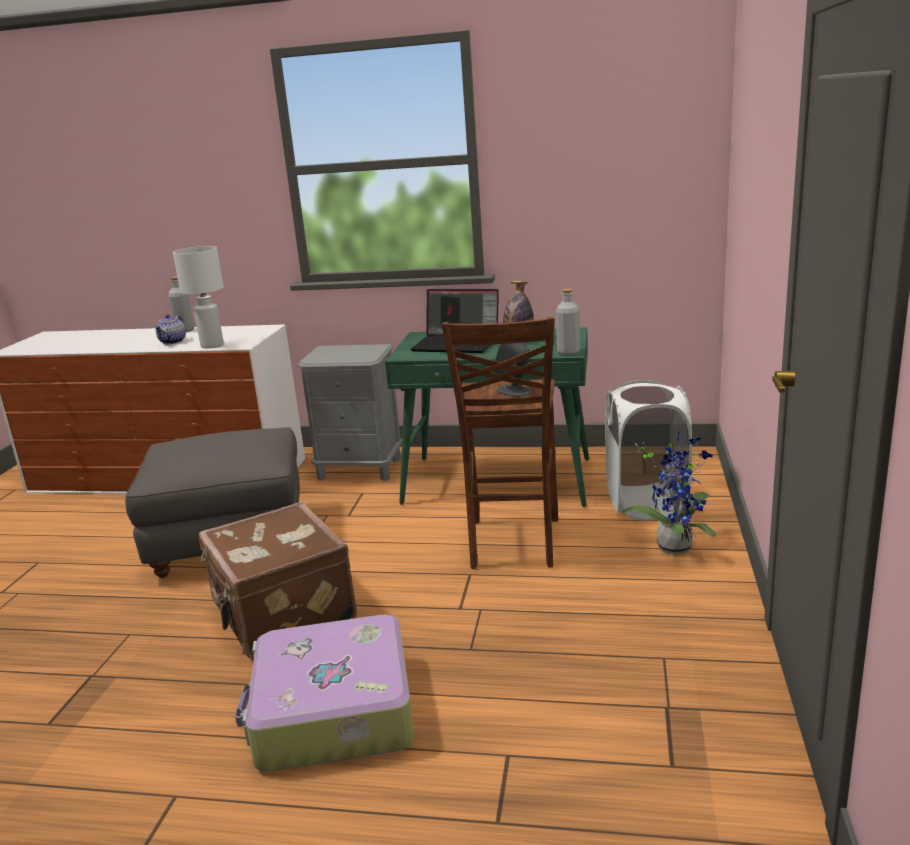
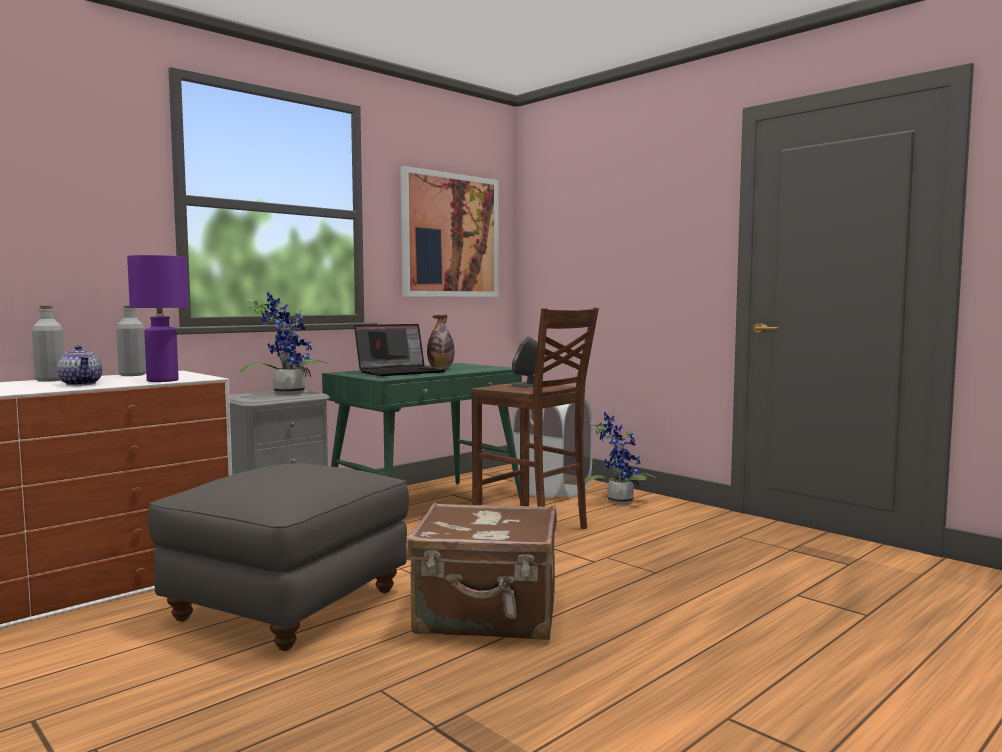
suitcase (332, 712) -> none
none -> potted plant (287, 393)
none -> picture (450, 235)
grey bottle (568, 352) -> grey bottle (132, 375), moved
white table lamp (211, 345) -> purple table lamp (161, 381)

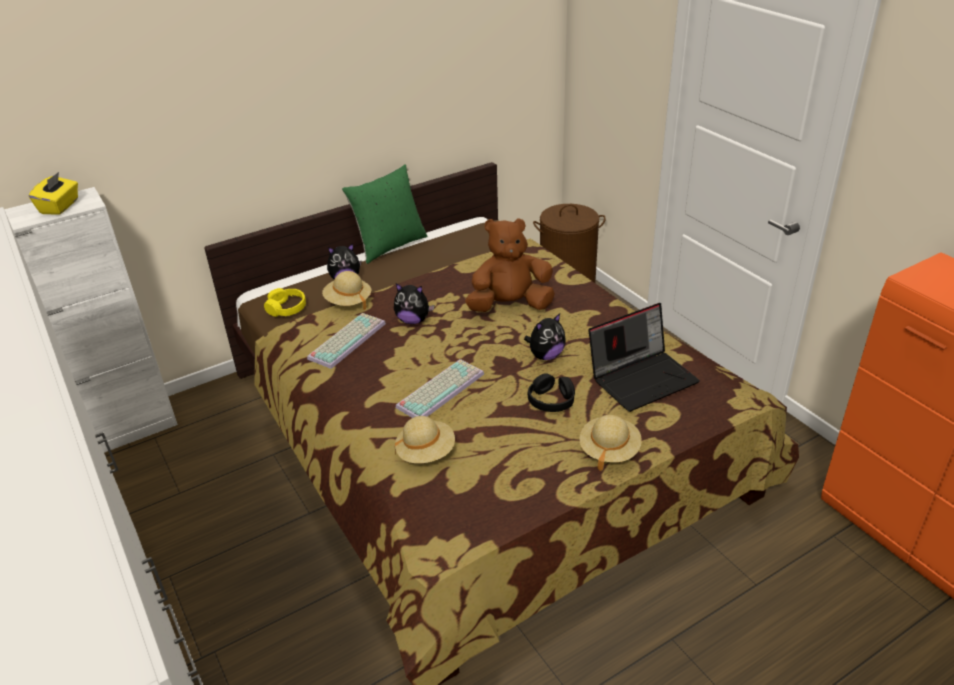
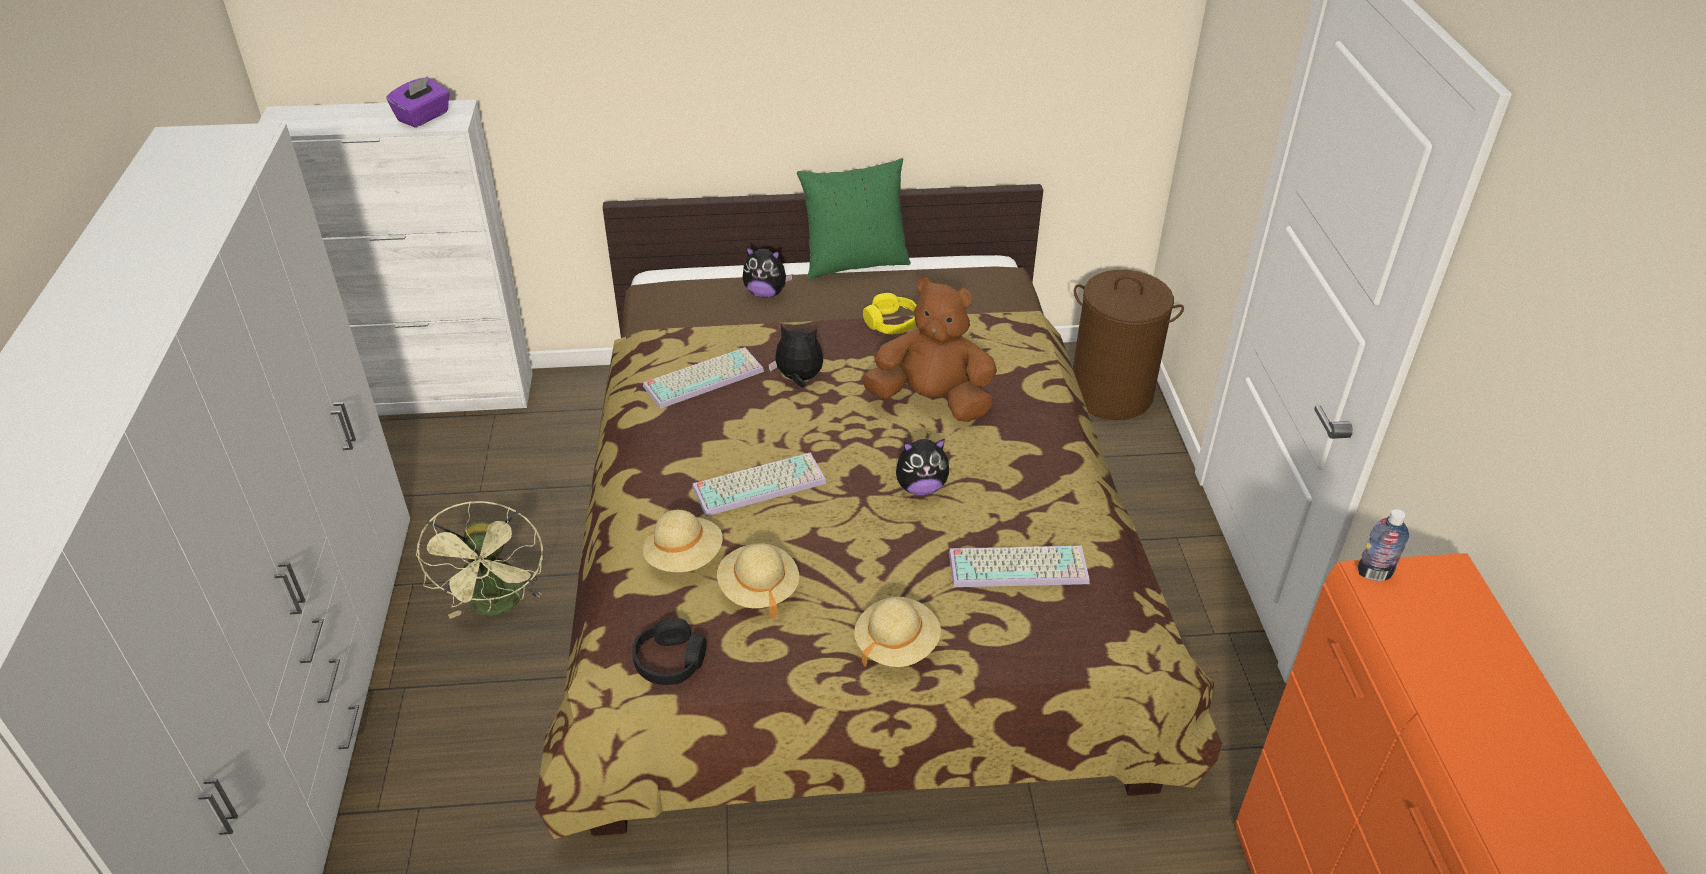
none -> green fan (498, 606)
none -> bottle (1374, 573)
yellow headphones (286, 308) -> yellow headphones (891, 322), moved
beige hat (348, 301) -> beige hat (758, 589), moved
black headphones (551, 400) -> black headphones (670, 661), moved
laptop (642, 377) -> keyboard (1019, 566)
yellow tissue box (60, 207) -> purple tissue box (423, 117)
plush toy (413, 320) -> plush toy (798, 379), 150 degrees clockwise

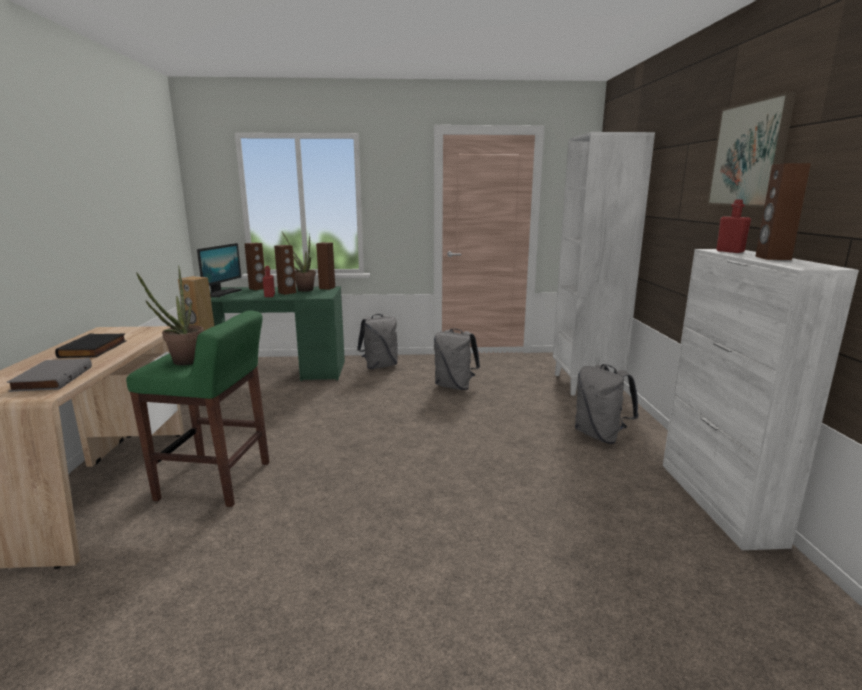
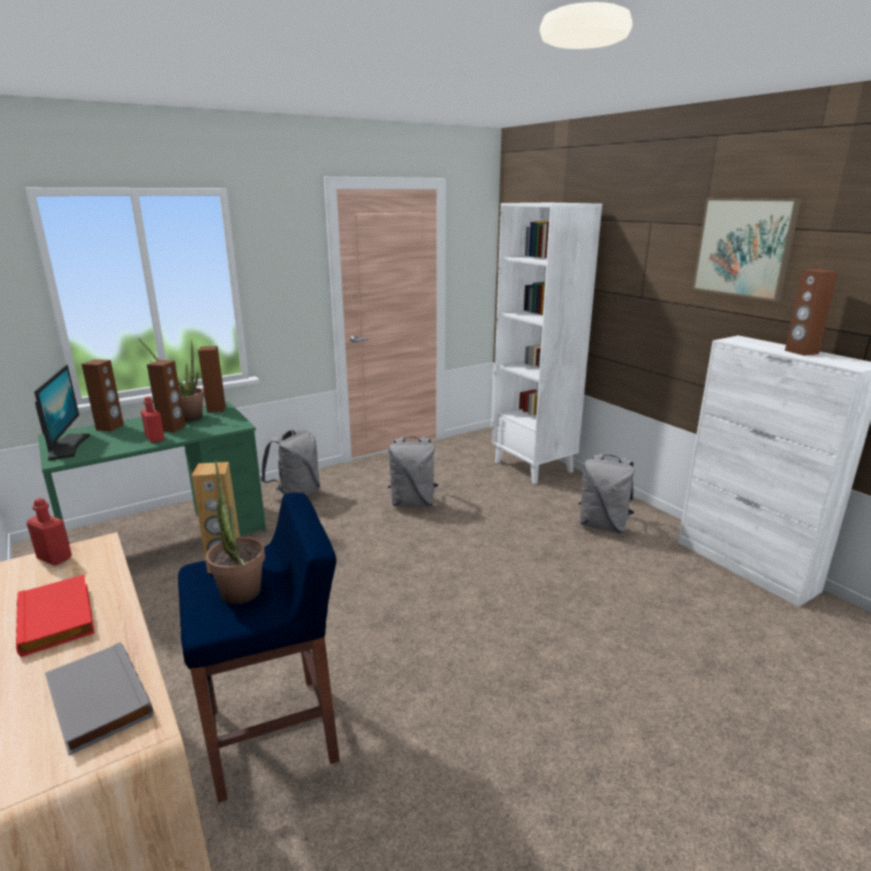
red bottle (730, 251) -> red bottle (54, 558), moved
black book (94, 349) -> red book (59, 618)
green stool (216, 481) -> blue stool (274, 734)

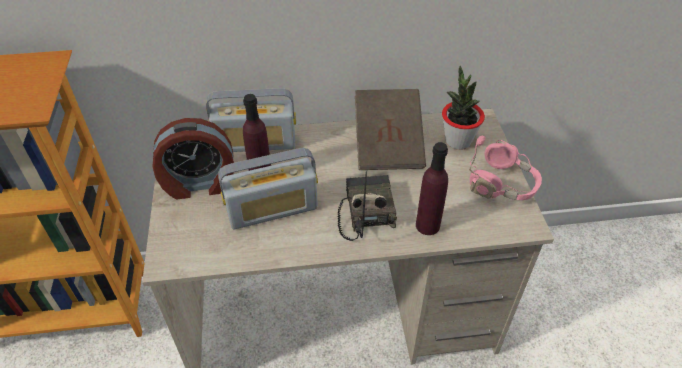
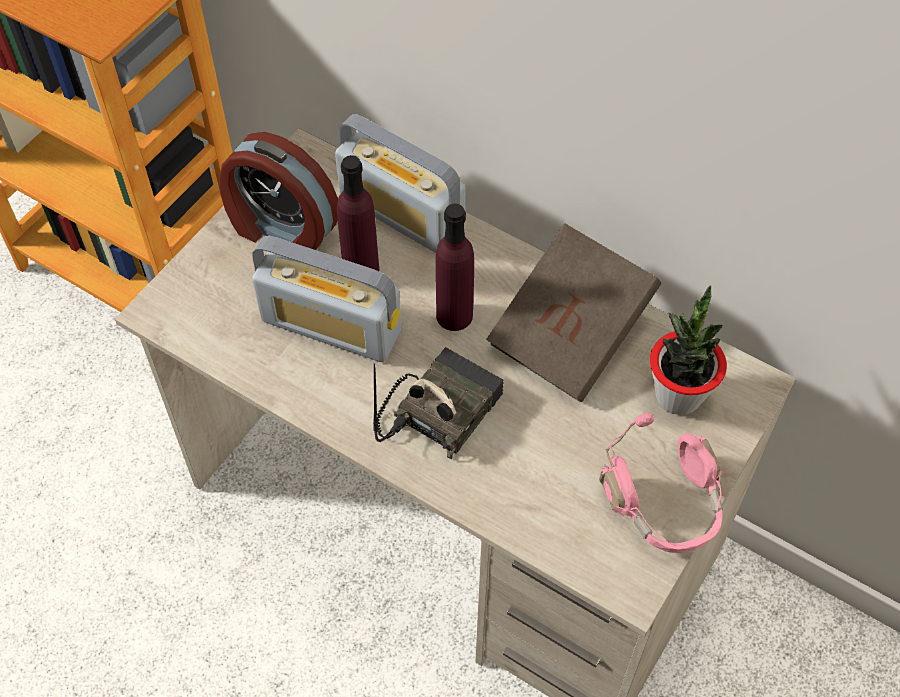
purple bottle (427, 225) -> purple bottle (454, 315), moved

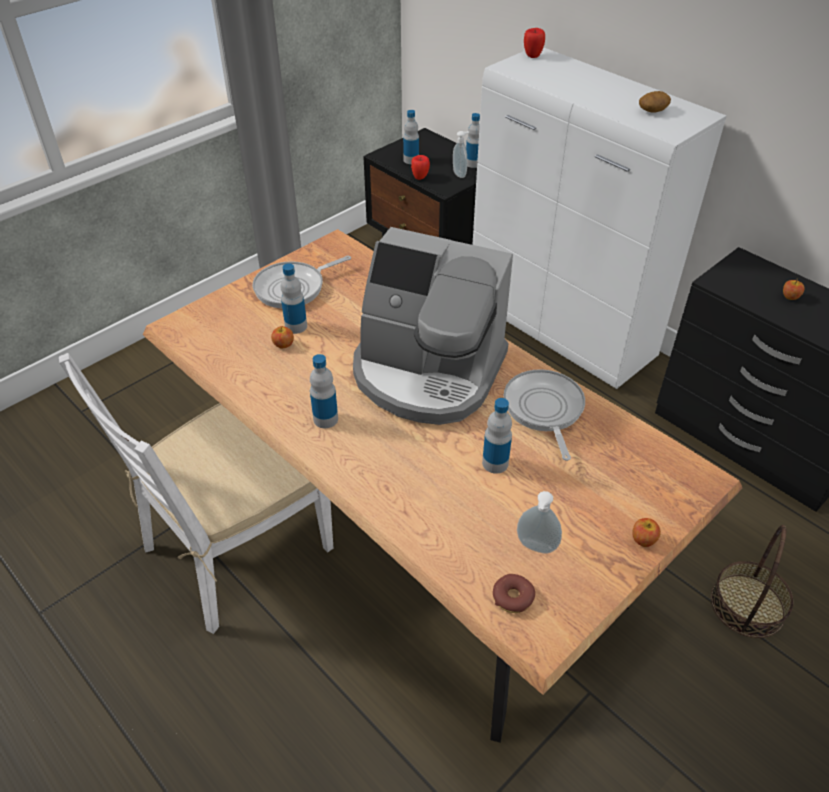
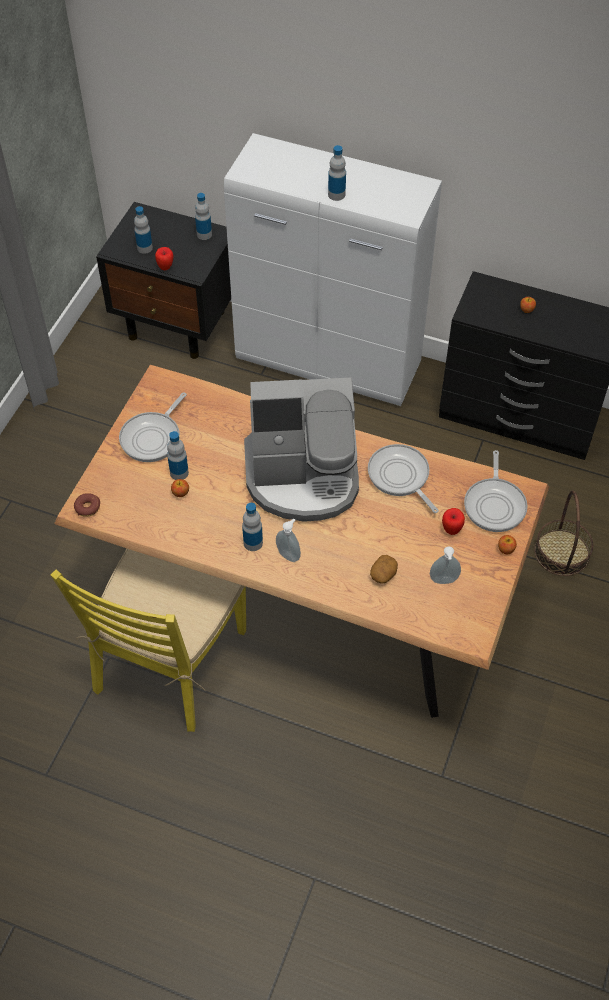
none -> frying pan (495, 504)
soap dispenser (460, 174) -> soap dispenser (289, 554), moved
bottle (495, 463) -> bottle (336, 194), moved
donut (512, 597) -> donut (87, 507), moved
apple (532, 56) -> apple (451, 530), moved
potato (652, 111) -> potato (383, 574), moved
white chair (236, 549) -> yellow chair (170, 662)

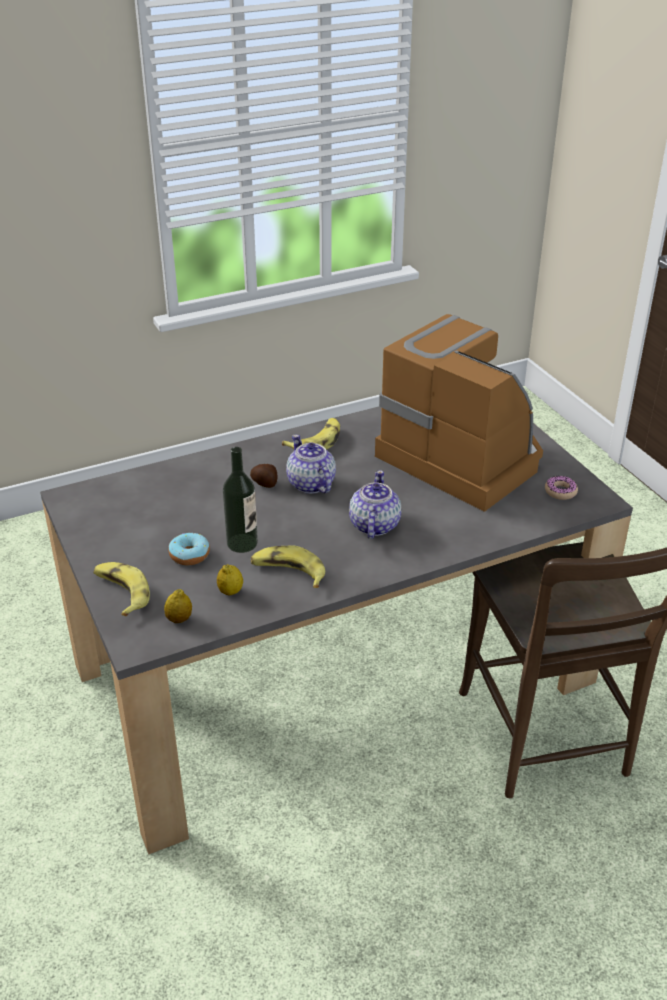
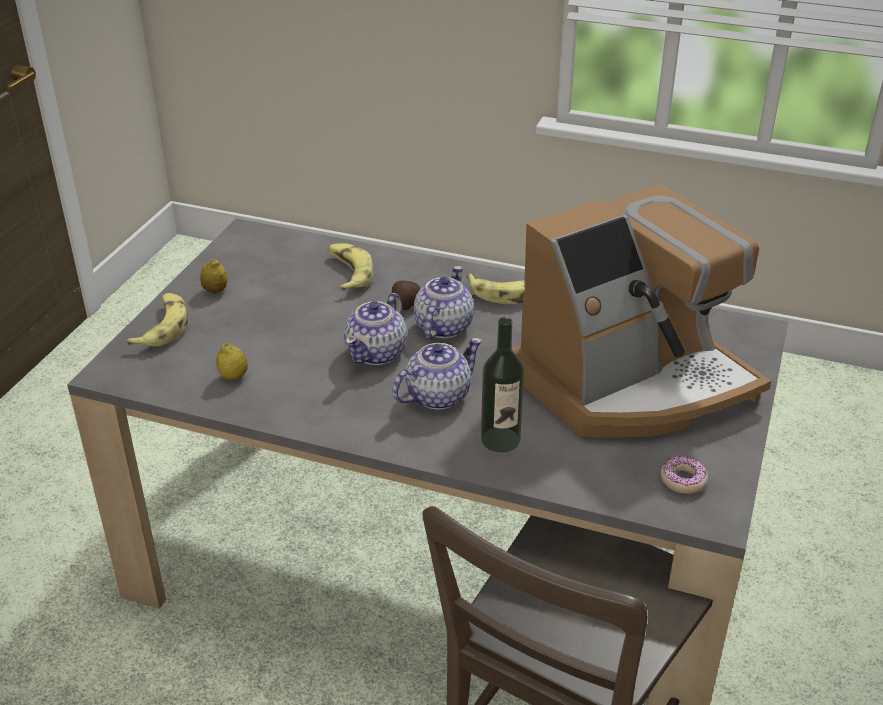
donut (189, 555) -> none
none -> teapot (377, 352)
lemon (179, 619) -> lemon (215, 291), moved
bottle (242, 543) -> bottle (500, 439), moved
banana (288, 572) -> banana (348, 273), moved
coffee machine (462, 456) -> coffee machine (633, 383), 60 degrees clockwise

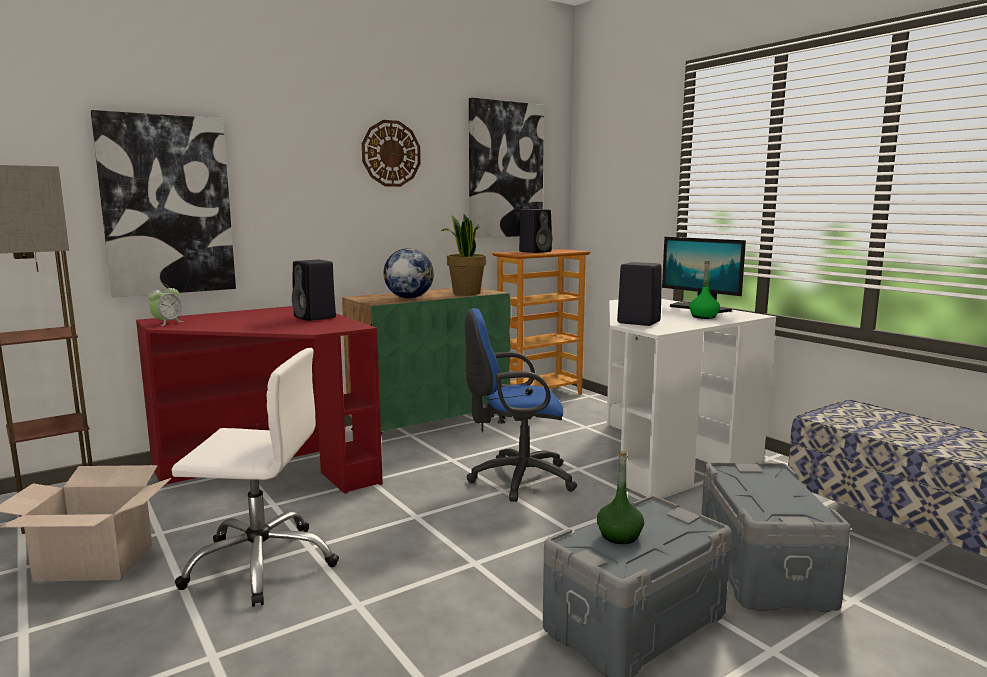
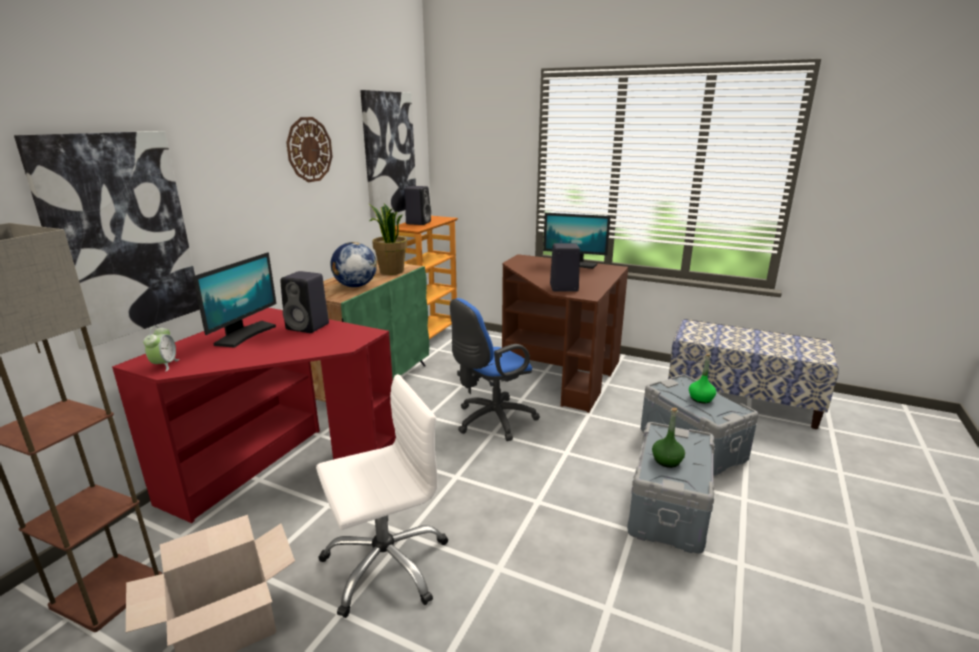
none -> monitor (245, 334)
green bottle (703, 317) -> green bottle (700, 399), moved
white desk (662, 452) -> brown desk (558, 370)

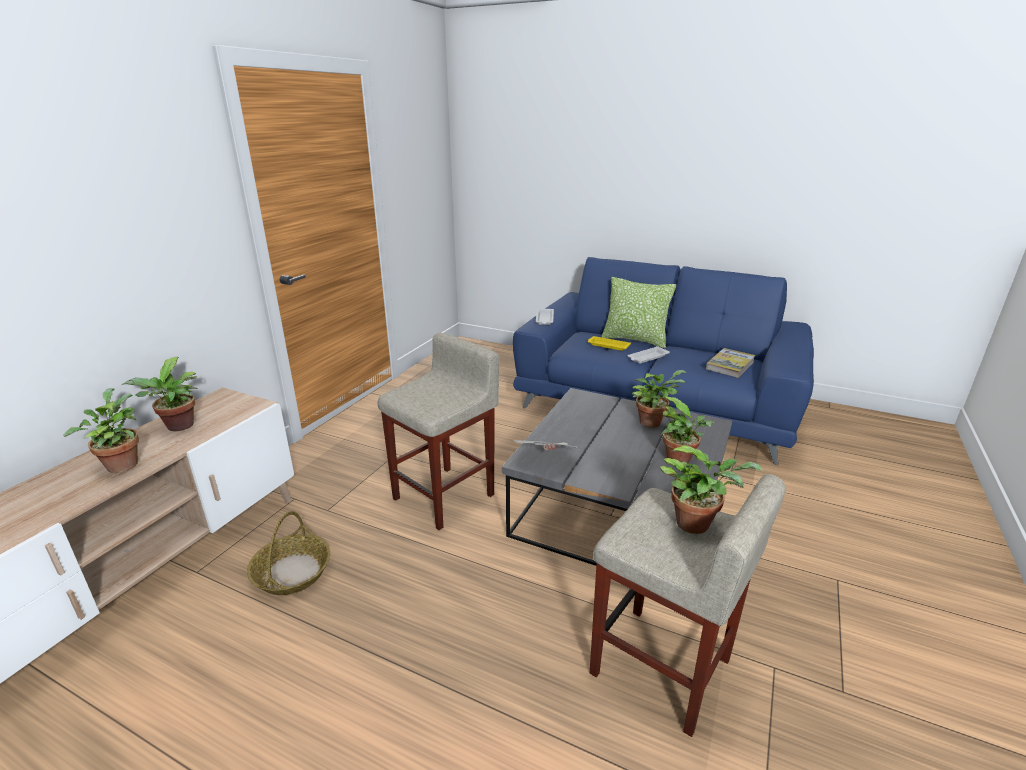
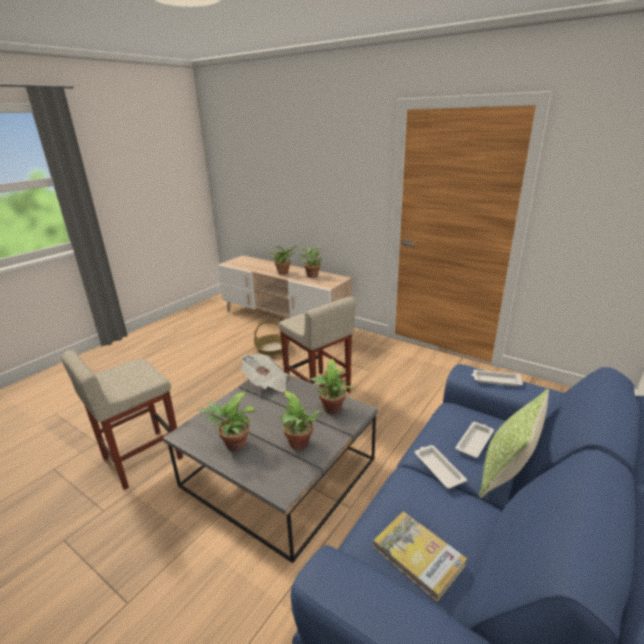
potted plant (697, 523) -> potted plant (332, 410), moved
yellow tray (607, 345) -> white tray (474, 441)

